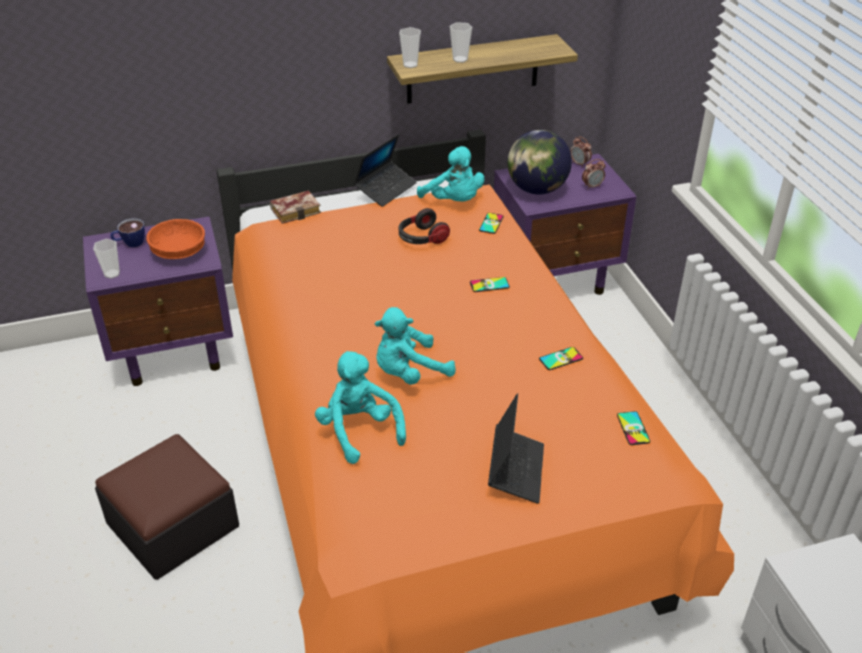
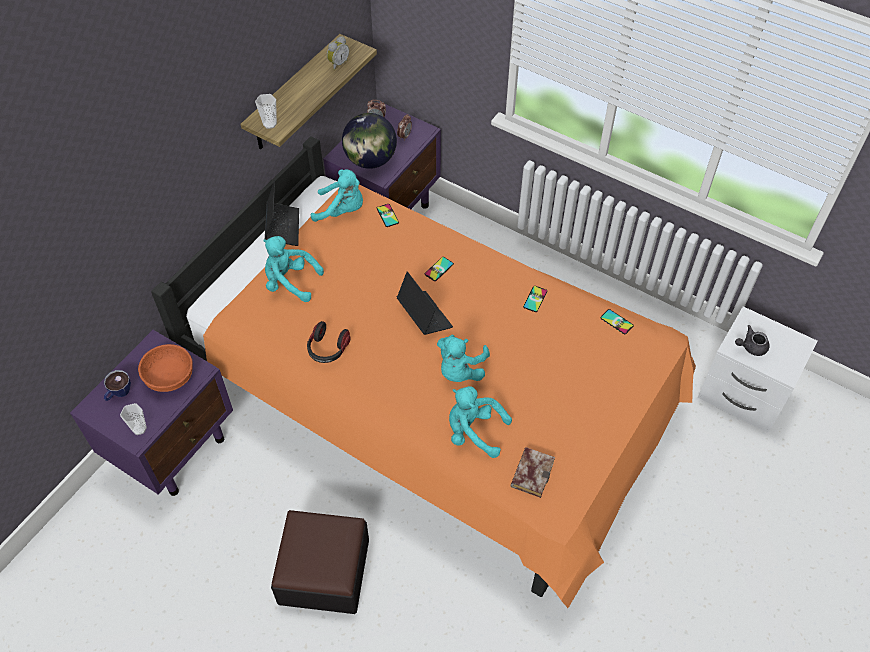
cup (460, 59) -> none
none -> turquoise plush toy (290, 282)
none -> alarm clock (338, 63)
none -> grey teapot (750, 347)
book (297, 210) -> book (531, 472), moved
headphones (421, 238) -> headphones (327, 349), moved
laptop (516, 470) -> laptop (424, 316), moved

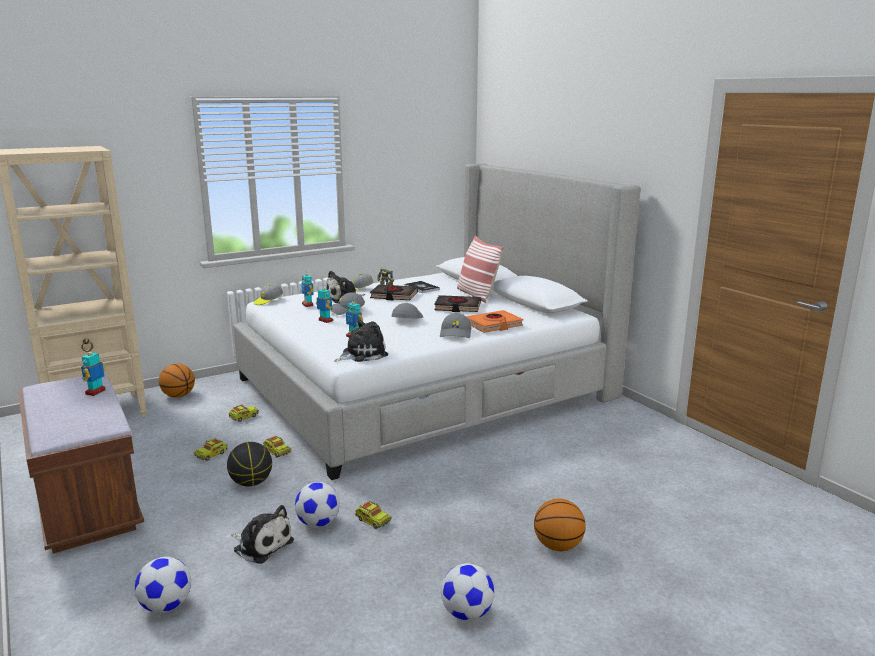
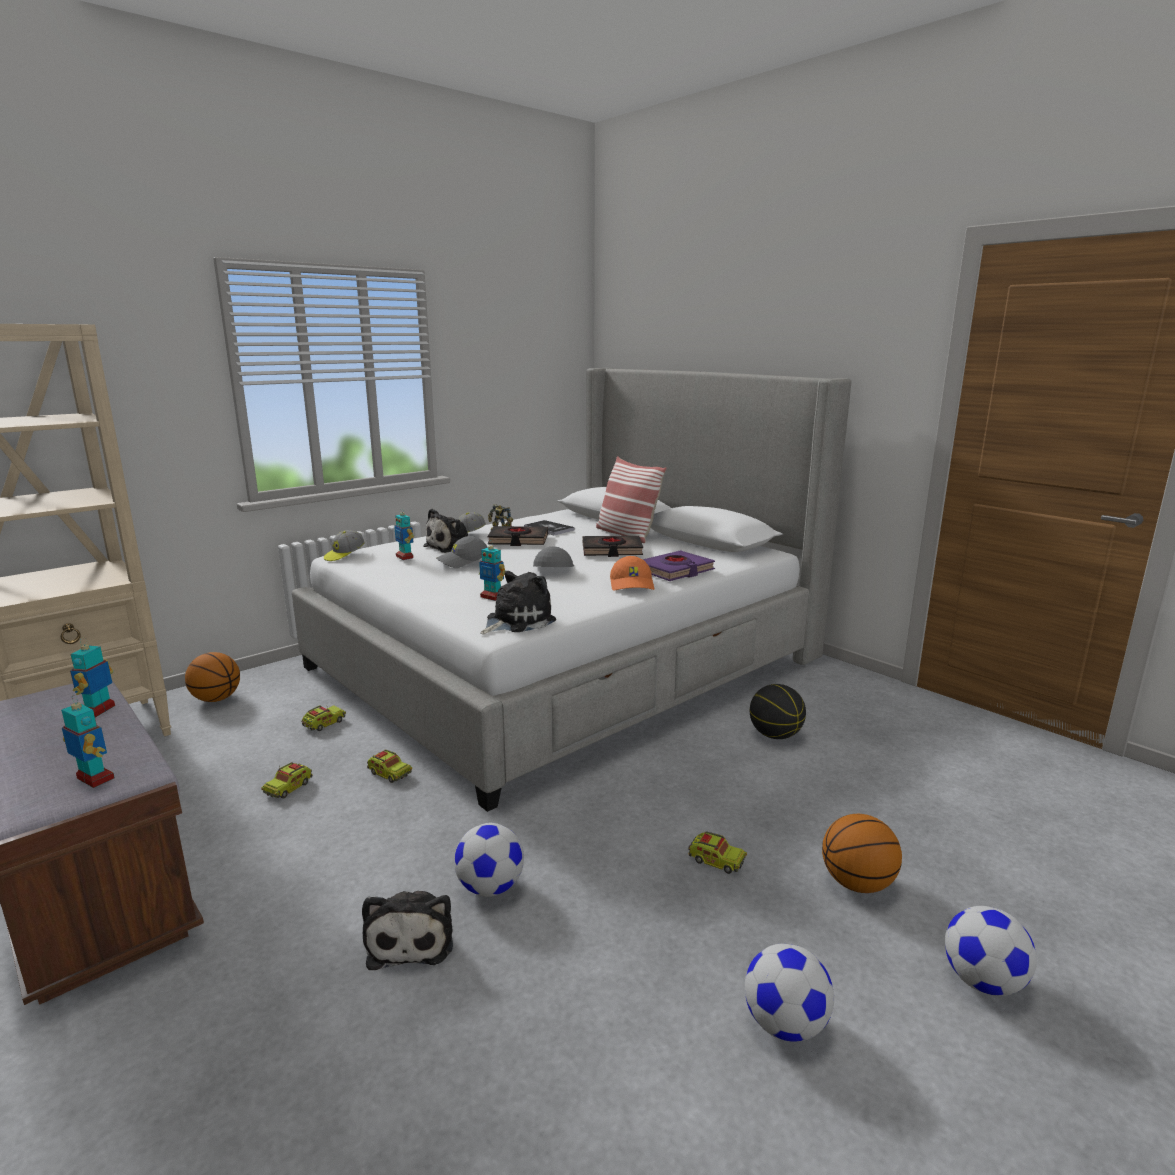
football (166, 606) -> football (982, 981), moved
basketball (251, 483) -> basketball (775, 735), moved
toy robot (325, 321) -> toy robot (94, 779), moved
toy truck (373, 520) -> toy truck (716, 861), moved
grey cap (456, 333) -> orange cap (632, 585)
orange book (493, 325) -> purple book (675, 571)
plush toy (261, 545) -> plush toy (411, 938), 60 degrees clockwise

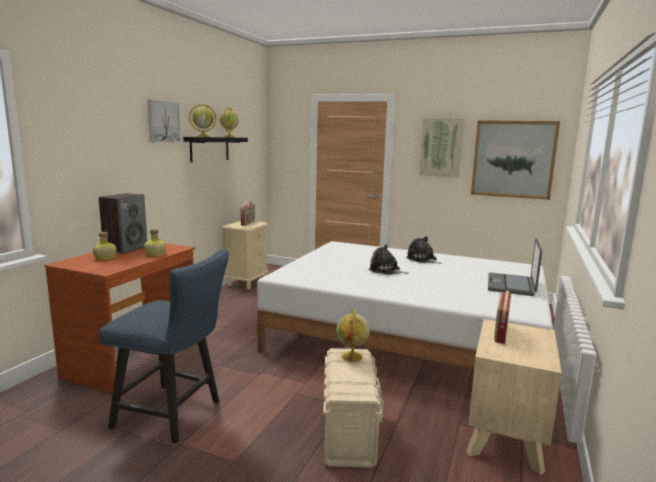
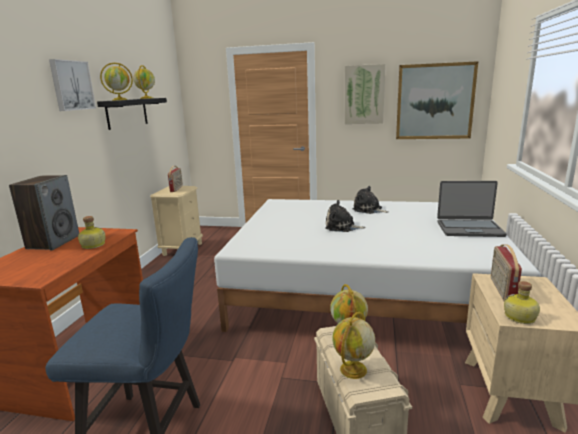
none -> globe (353, 370)
bottle (104, 258) -> bottle (520, 317), moved
laptop (511, 285) -> laptop (469, 229), 90 degrees counterclockwise

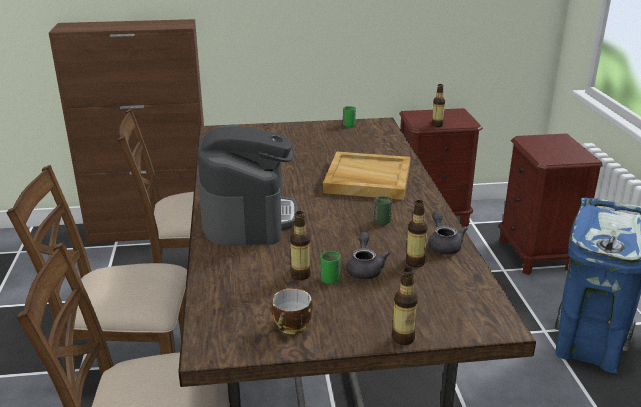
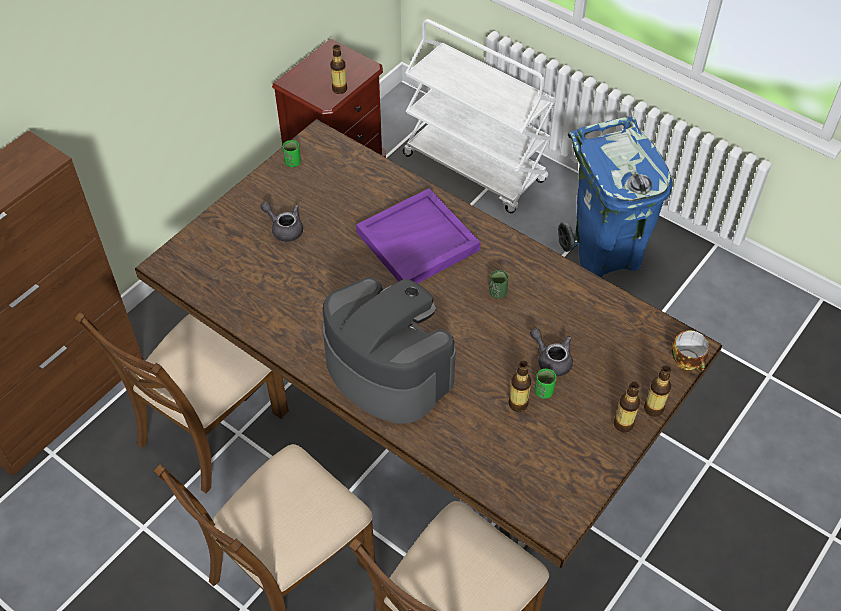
cup (292, 327) -> cup (688, 361), moved
bottle (415, 263) -> bottle (623, 424), moved
grey teapot (443, 245) -> grey teapot (284, 228), moved
brown nightstand (536, 255) -> white cart (475, 168)
beige tray (367, 179) -> purple tray (417, 242)

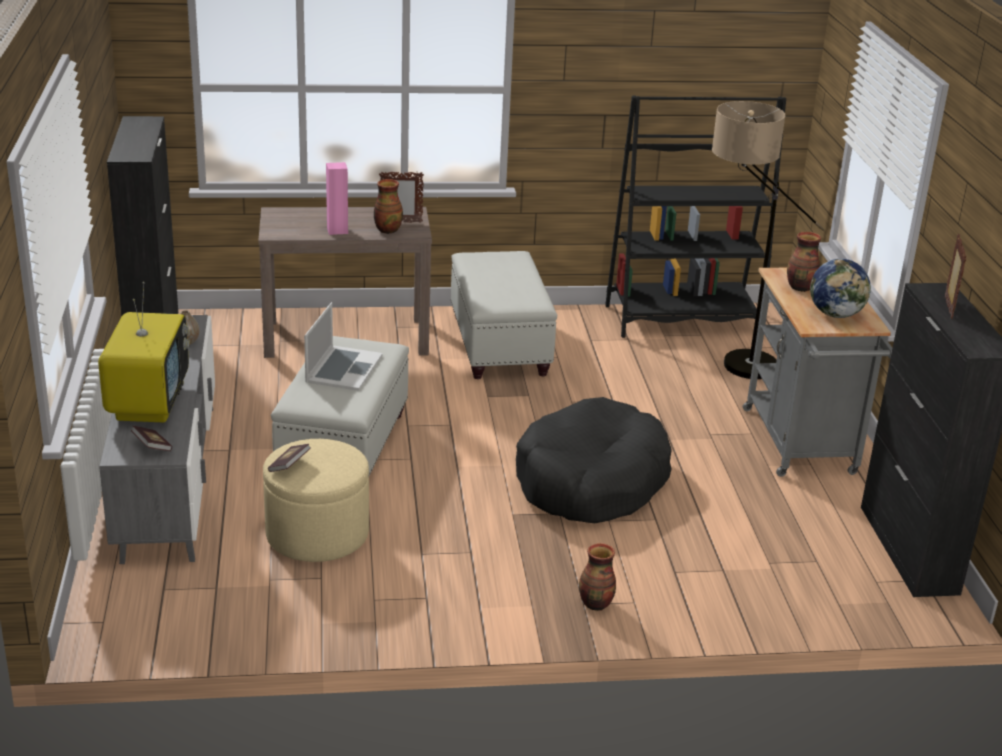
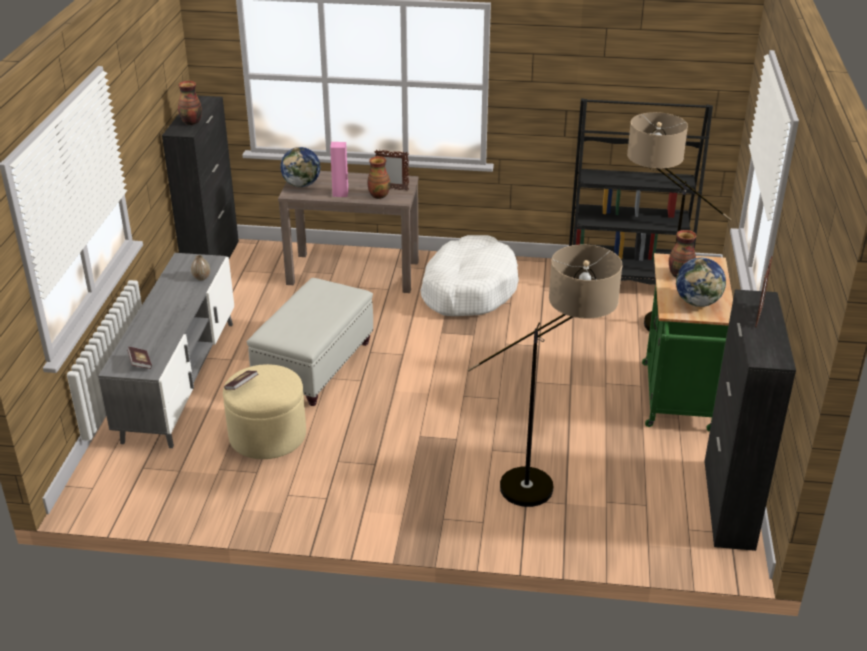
television (148, 402) -> none
laptop (343, 368) -> none
black dog bed (591, 481) -> none
none -> globe (302, 185)
none -> floor lamp (548, 490)
vase (596, 604) -> vase (191, 122), moved
white ottoman (499, 346) -> white dog bed (468, 289)
grey cart (802, 446) -> green cart (678, 401)

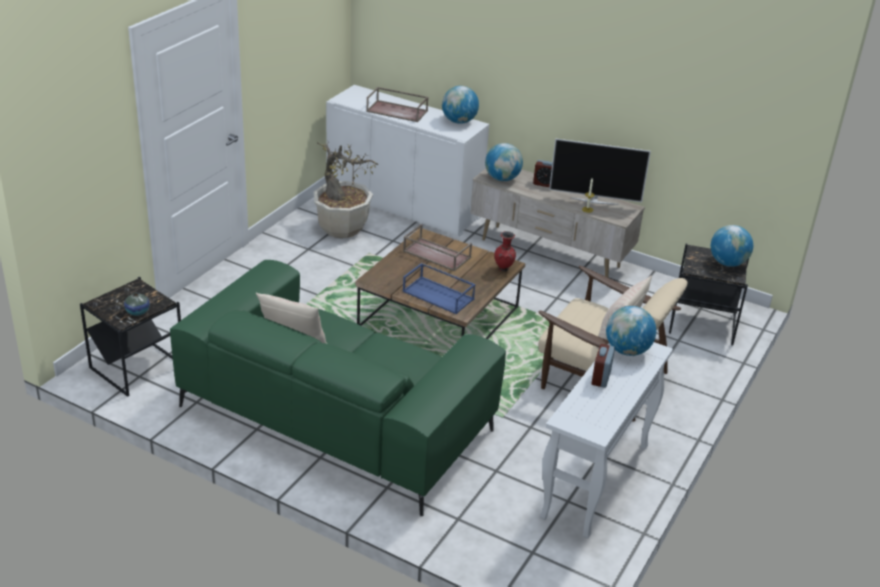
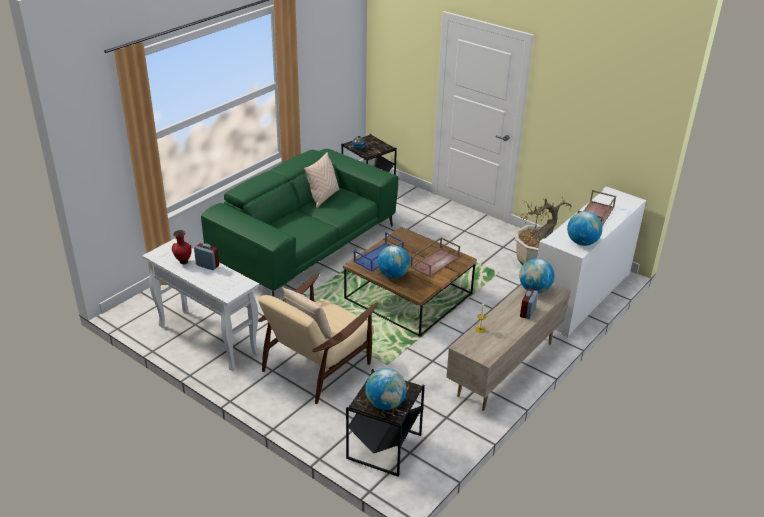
television (594, 201) -> none
red vase (504, 269) -> red vase (183, 262), moved
globe (627, 350) -> globe (393, 275), moved

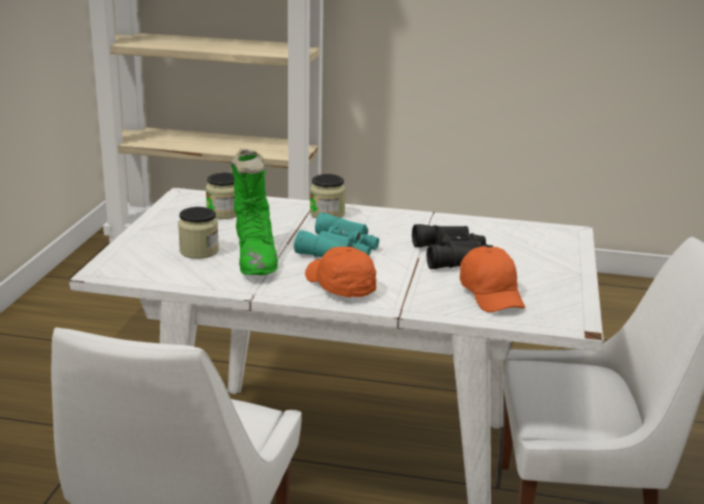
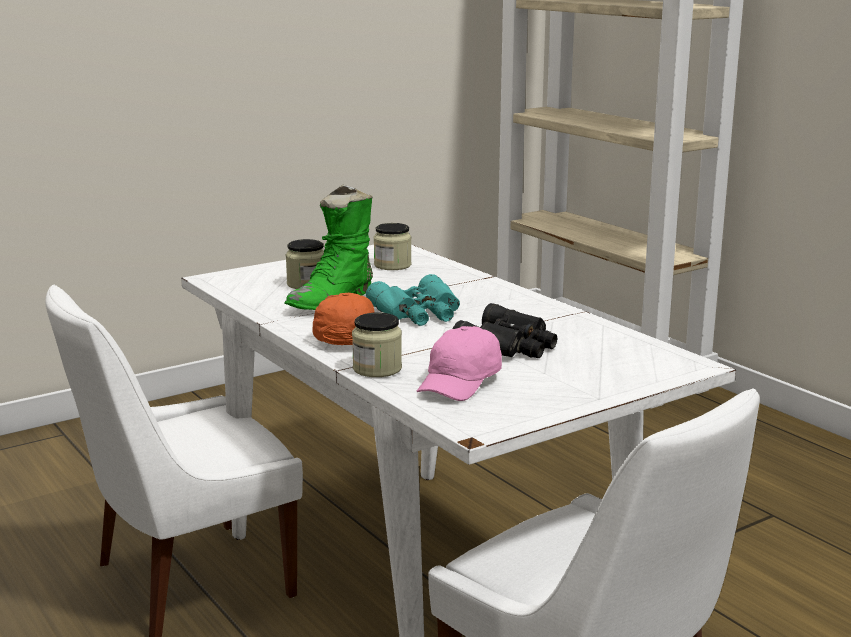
jar (327, 214) -> jar (377, 369), moved
orange cap (491, 294) -> pink cap (460, 382)

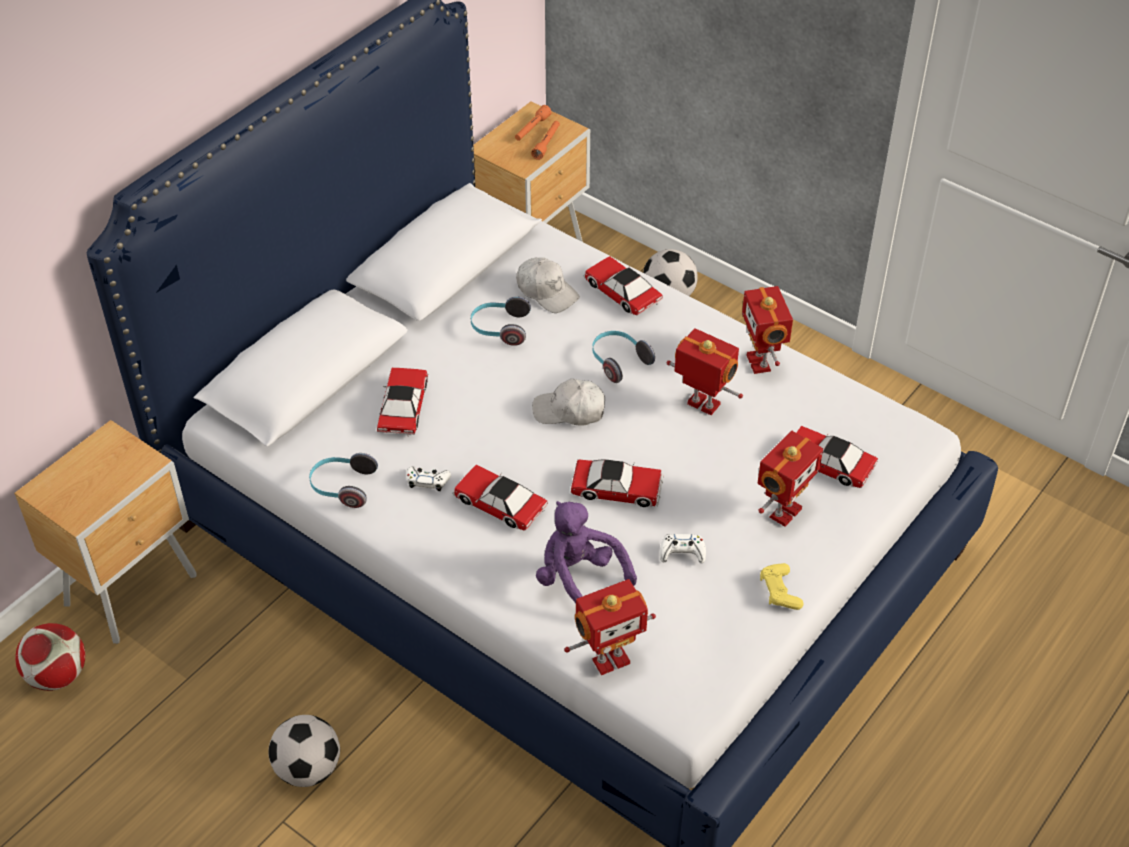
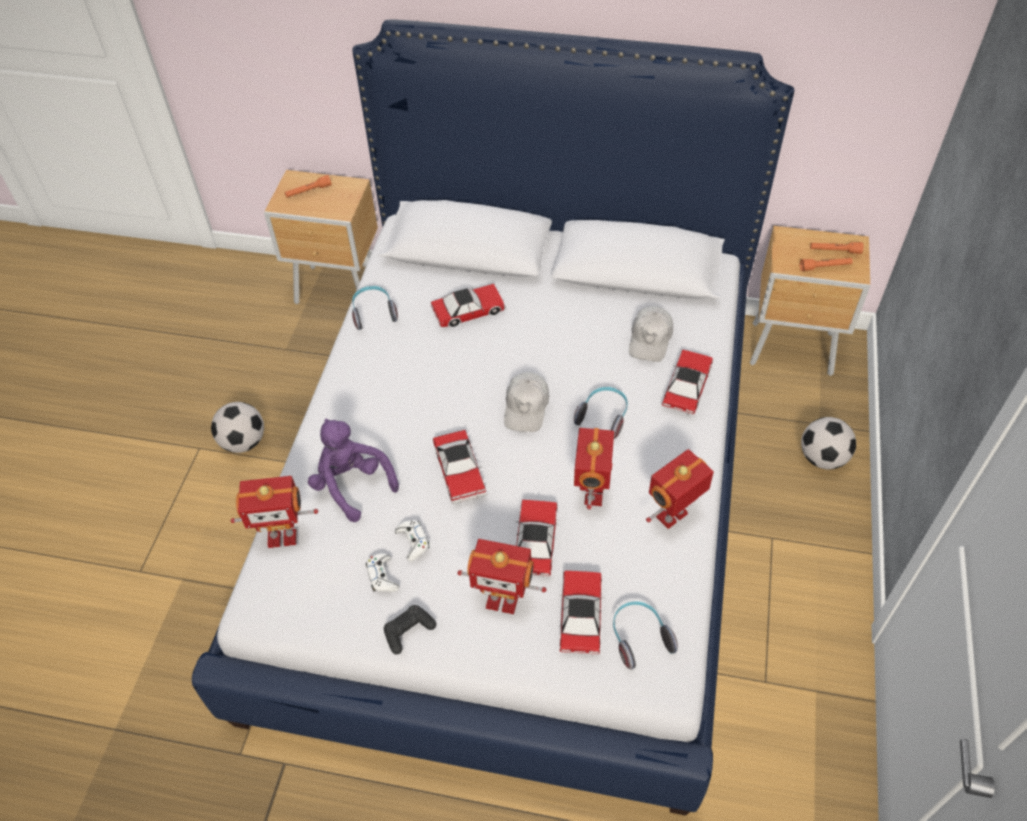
football (58, 675) -> none
none -> orange flashlight (308, 191)
white game controller (427, 481) -> white game controller (382, 576), moved
toy car (499, 504) -> toy car (536, 541), moved
headphones (499, 329) -> headphones (639, 637), moved
yellow game controller (779, 591) -> black game controller (408, 631)
white cap (569, 411) -> white cap (526, 407), 150 degrees counterclockwise
purple plush toy (579, 580) -> purple plush toy (352, 485), 60 degrees counterclockwise
toy robot (610, 659) -> toy robot (282, 536), 45 degrees counterclockwise

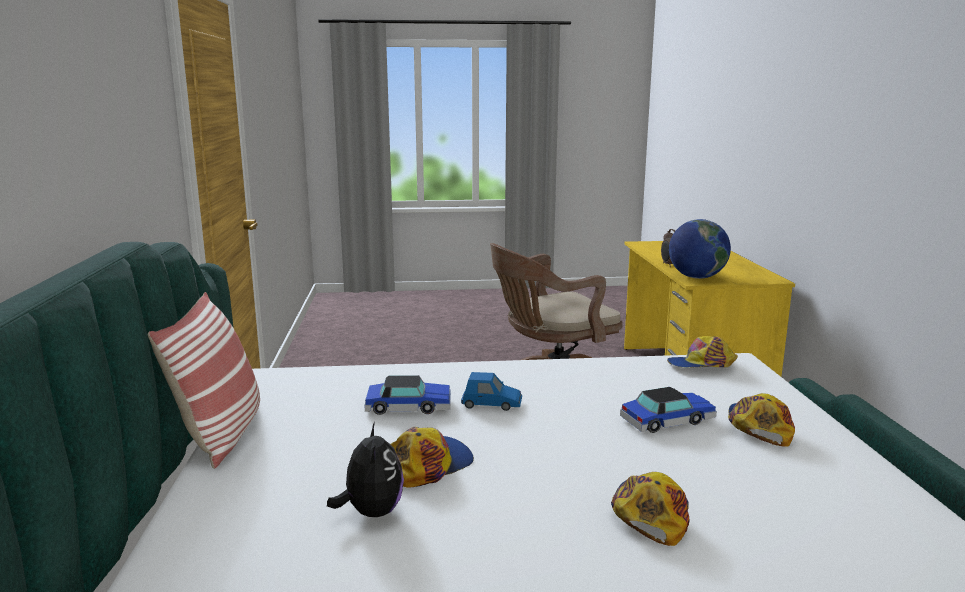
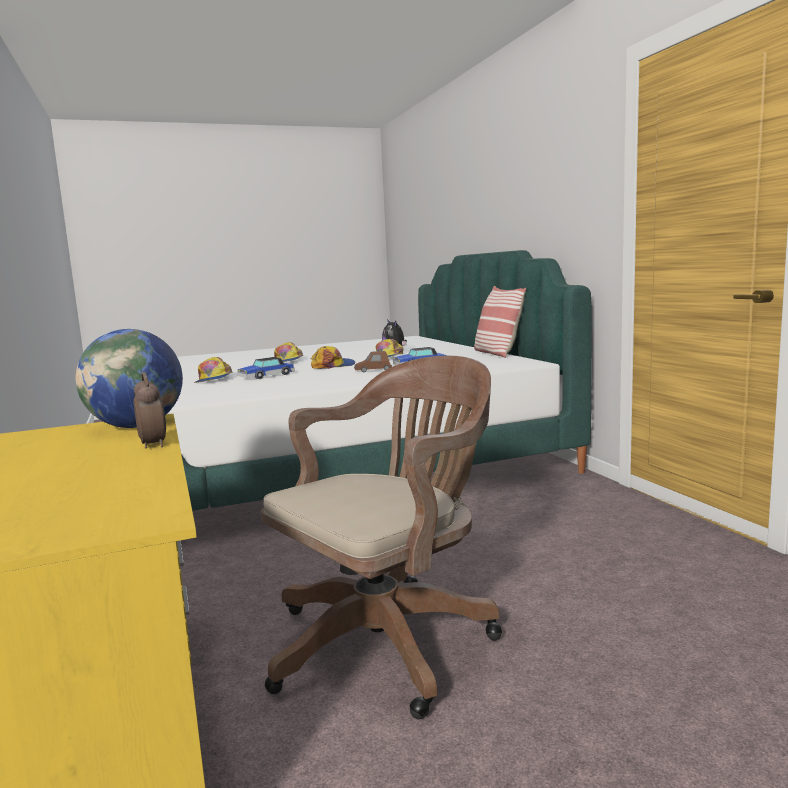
cap (701, 365) -> cap (333, 365), moved
blue toy car (491, 404) -> brown toy car (372, 370)

